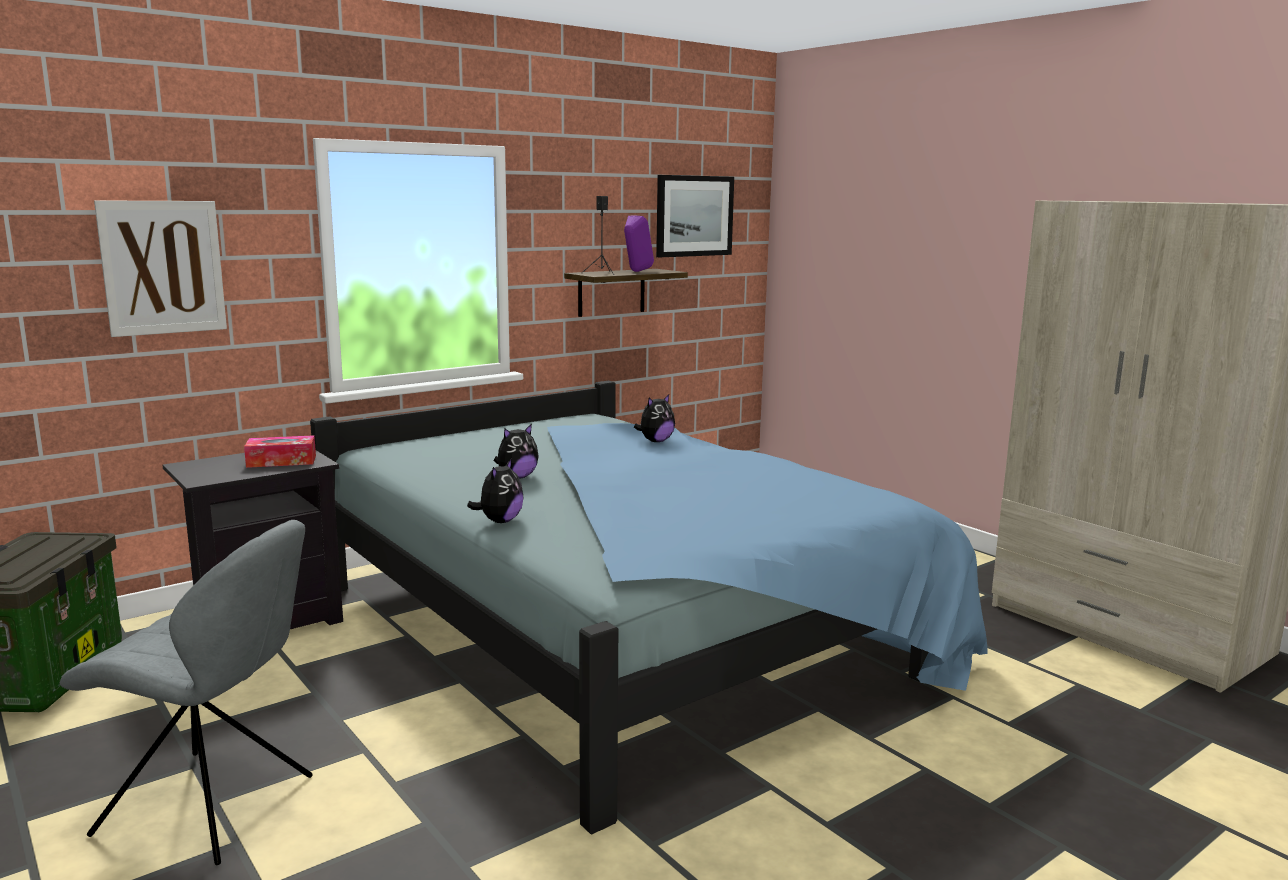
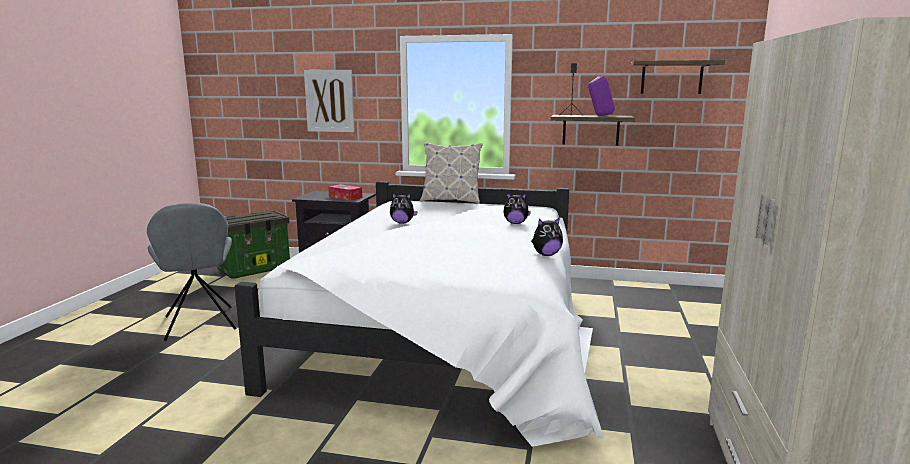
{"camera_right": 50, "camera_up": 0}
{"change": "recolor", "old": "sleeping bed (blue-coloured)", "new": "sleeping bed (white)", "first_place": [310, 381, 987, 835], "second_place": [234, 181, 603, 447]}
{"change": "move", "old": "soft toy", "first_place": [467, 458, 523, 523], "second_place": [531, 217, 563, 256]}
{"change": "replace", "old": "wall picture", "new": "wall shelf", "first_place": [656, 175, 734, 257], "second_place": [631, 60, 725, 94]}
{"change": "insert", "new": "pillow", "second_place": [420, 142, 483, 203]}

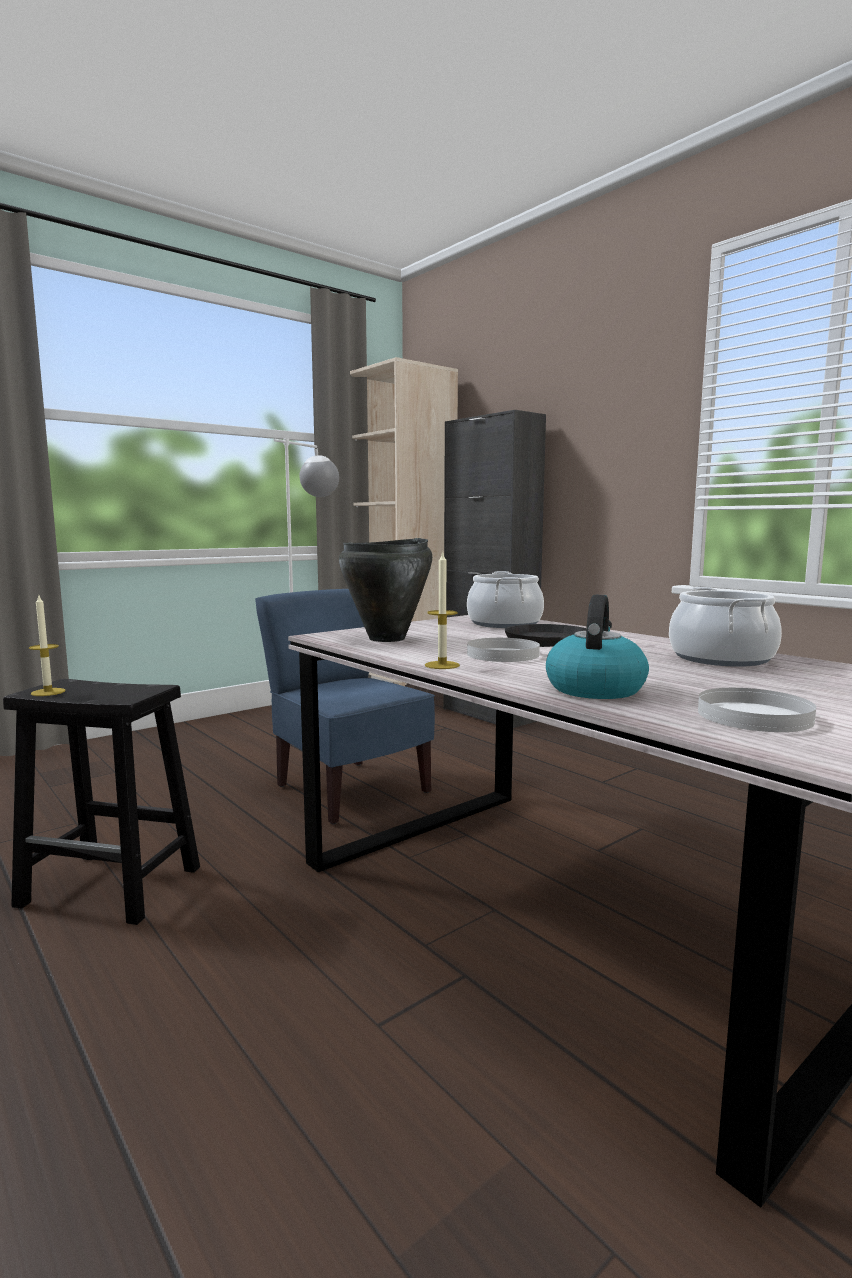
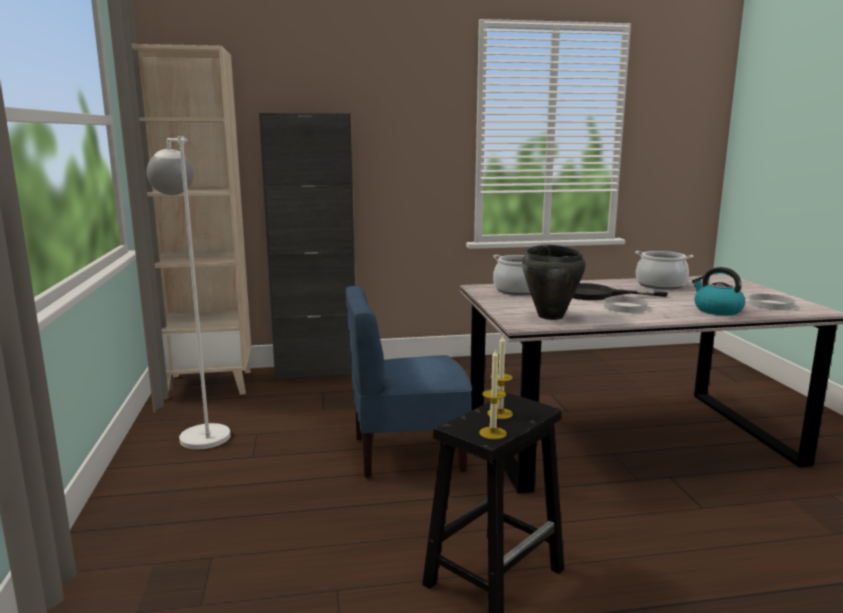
{"camera_right": -60, "camera_up": 5}
{"change": "move", "old": "candle", "first_place": [425, 552, 460, 669], "second_place": [487, 335, 513, 419]}

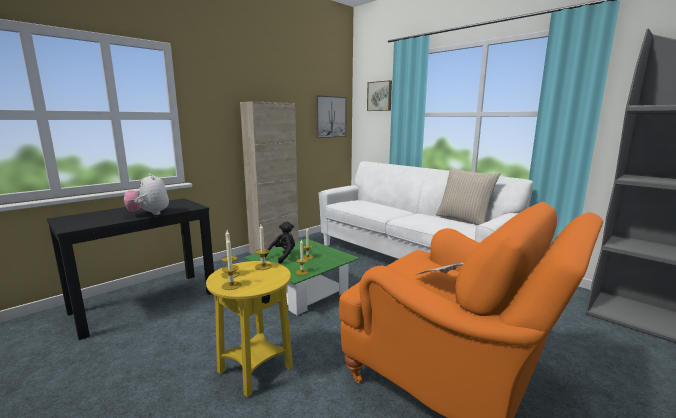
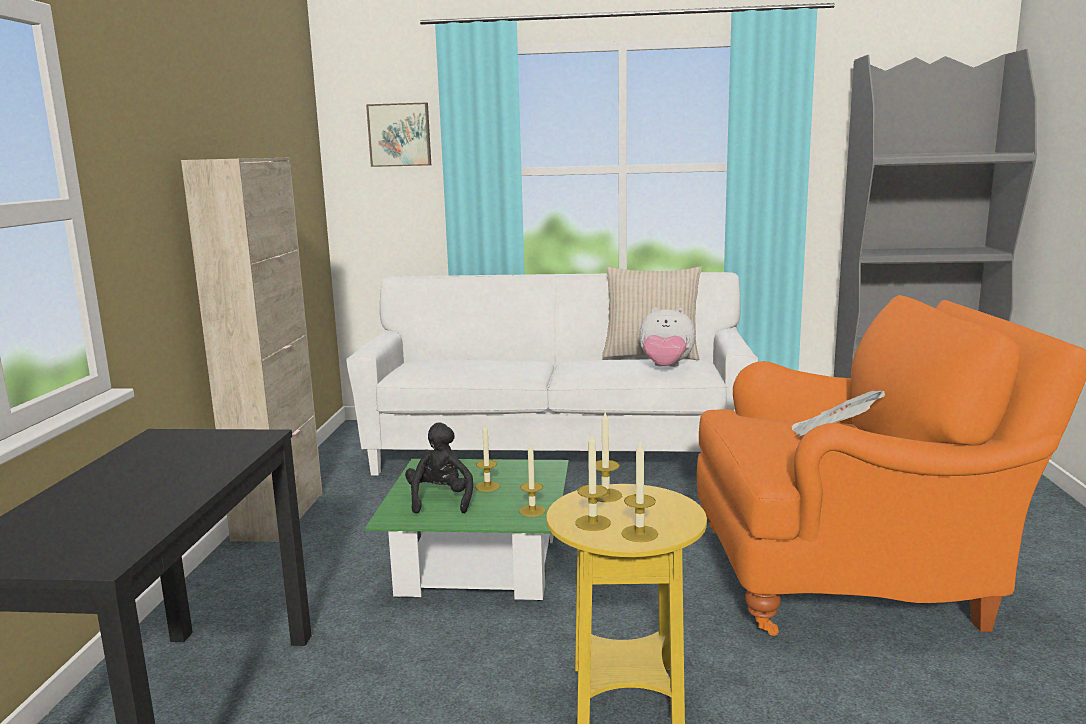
{"camera_right": -40, "camera_up": 0}
{"change": "move", "old": "soft toy", "first_place": [124, 173, 169, 215], "second_place": [639, 307, 696, 367]}
{"change": "delete", "old": "wall picture", "first_place": [315, 95, 347, 138]}

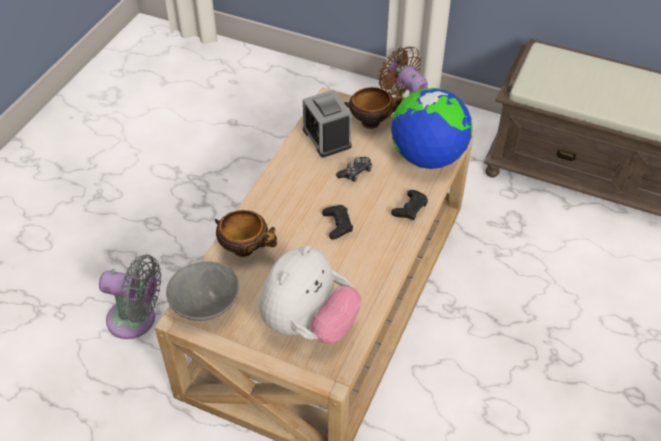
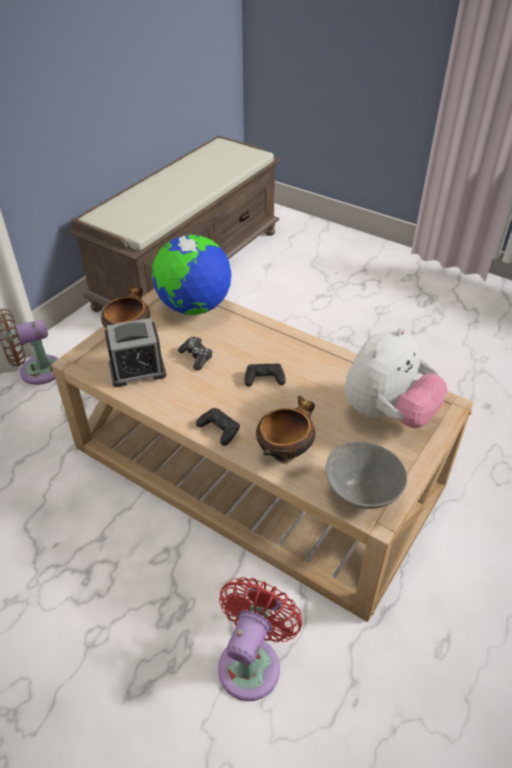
{"camera_right": -80, "camera_up": -5}
{"change": "recolor", "old": "cooling fan (grey)", "new": "cooling fan (reddish)", "first_place": [99, 255, 161, 339], "second_place": [218, 577, 302, 701]}
{"change": "rotate", "old": "soft toy", "first_place": [259, 245, 361, 344], "second_place": [344, 327, 448, 428], "degrees": 90}
{"change": "move", "old": "game controller (blackish)", "first_place": [391, 190, 428, 221], "second_place": [196, 408, 240, 446]}

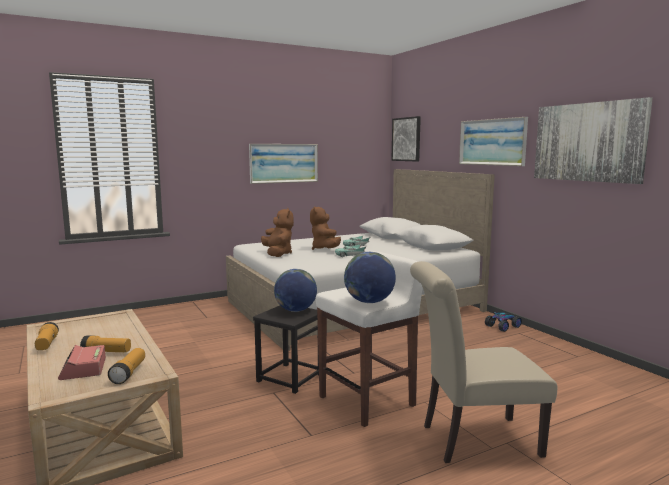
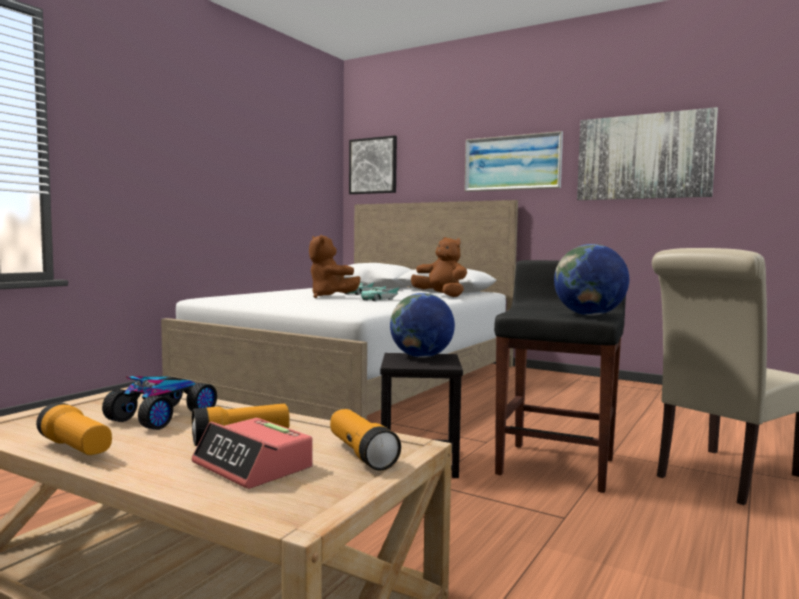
{"camera_right": -30, "camera_up": -5}
{"change": "delete", "old": "wall picture", "first_place": [249, 144, 318, 184]}
{"change": "move", "old": "soft toy (brownish)", "first_place": [261, 208, 294, 257], "second_place": [411, 237, 467, 297]}
{"change": "recolor", "old": "stool (white)", "new": "stool (blackish)", "first_place": [316, 251, 423, 427], "second_place": [494, 260, 627, 493]}
{"change": "move", "old": "model car", "first_place": [485, 312, 522, 332], "second_place": [102, 376, 217, 430]}

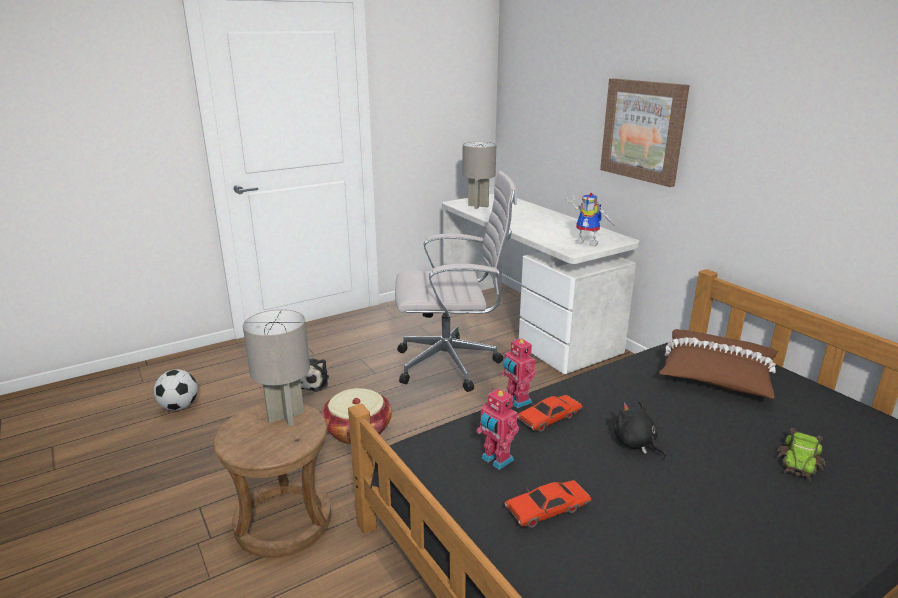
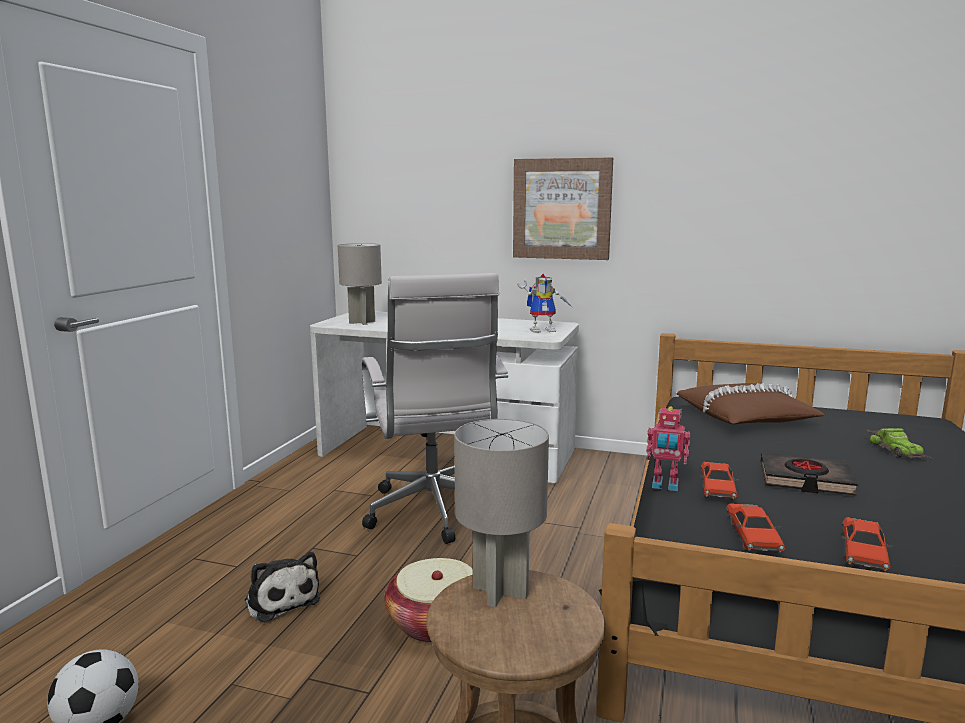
{"camera_right": -40, "camera_up": -10}
{"change": "rotate", "old": "computer chair (white)", "first_place": [395, 171, 517, 392], "second_place": [362, 273, 508, 544], "degrees": 120}
{"change": "replace", "old": "toy robot", "new": "model car (reddish)", "first_place": [477, 388, 519, 470], "second_place": [726, 504, 785, 553]}
{"change": "replace", "old": "soft toy (blackish)", "new": "volume (blackish)", "first_place": [614, 401, 667, 459], "second_place": [760, 452, 858, 496]}

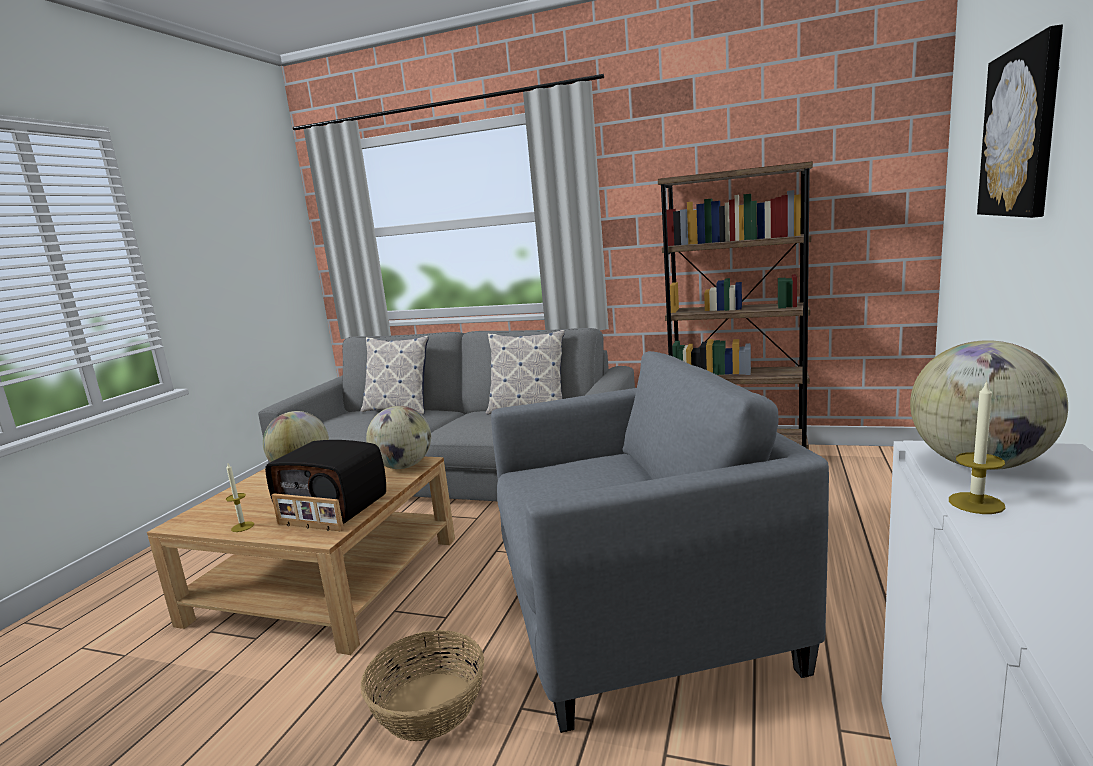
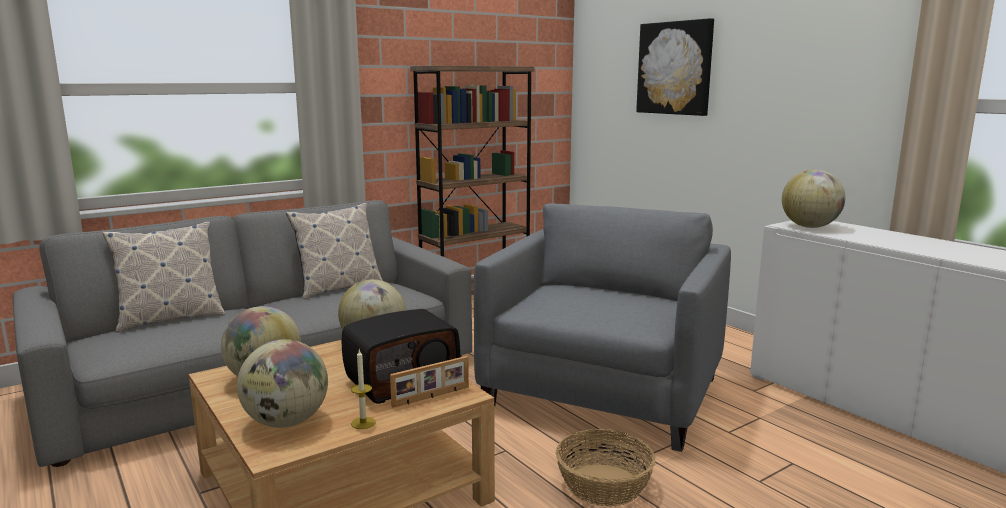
{"camera_right": -55, "camera_up": 0}
{"change": "delete", "old": "candle", "first_place": [949, 380, 1005, 514]}
{"change": "insert", "new": "globe", "second_place": [237, 339, 328, 428]}

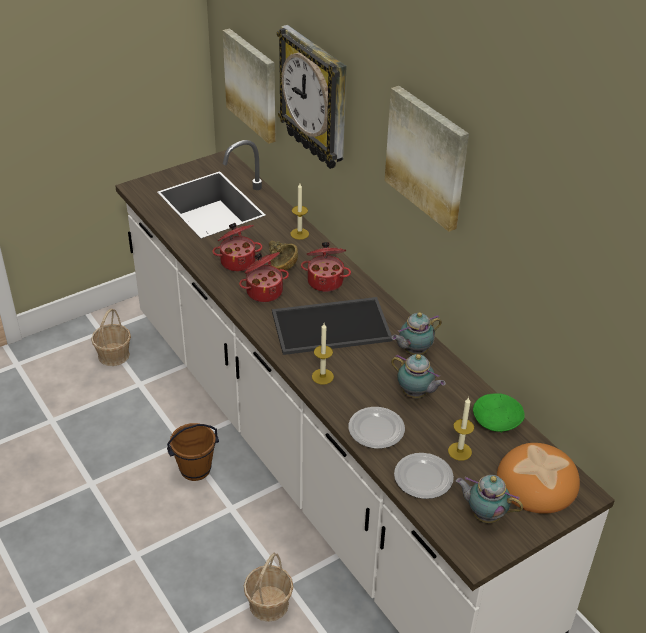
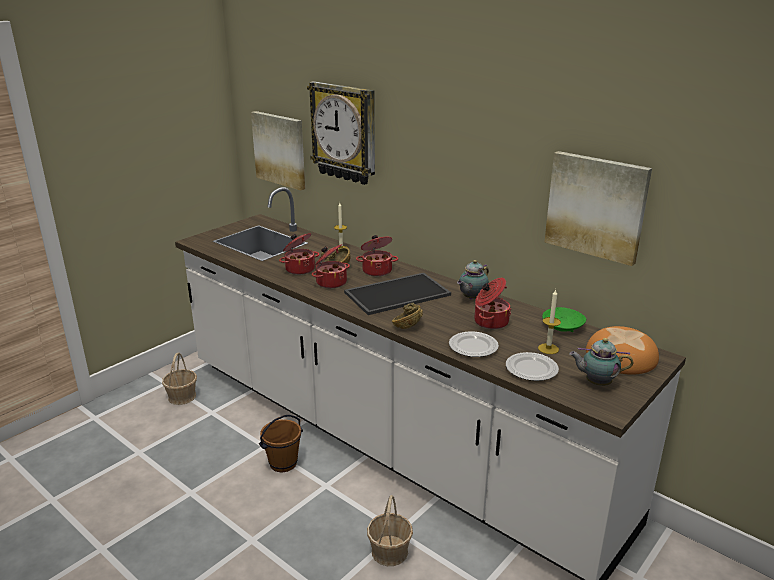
{"camera_right": -15, "camera_up": -15}
{"change": "replace", "old": "candle", "new": "serving bowl (brownish)", "first_place": [312, 323, 334, 385], "second_place": [392, 303, 423, 329]}
{"change": "move", "old": "wall picture", "first_place": [385, 86, 469, 232], "second_place": [544, 151, 652, 266]}
{"change": "replace", "old": "tea pot", "new": "stockpot", "first_place": [391, 354, 446, 398], "second_place": [474, 278, 512, 329]}

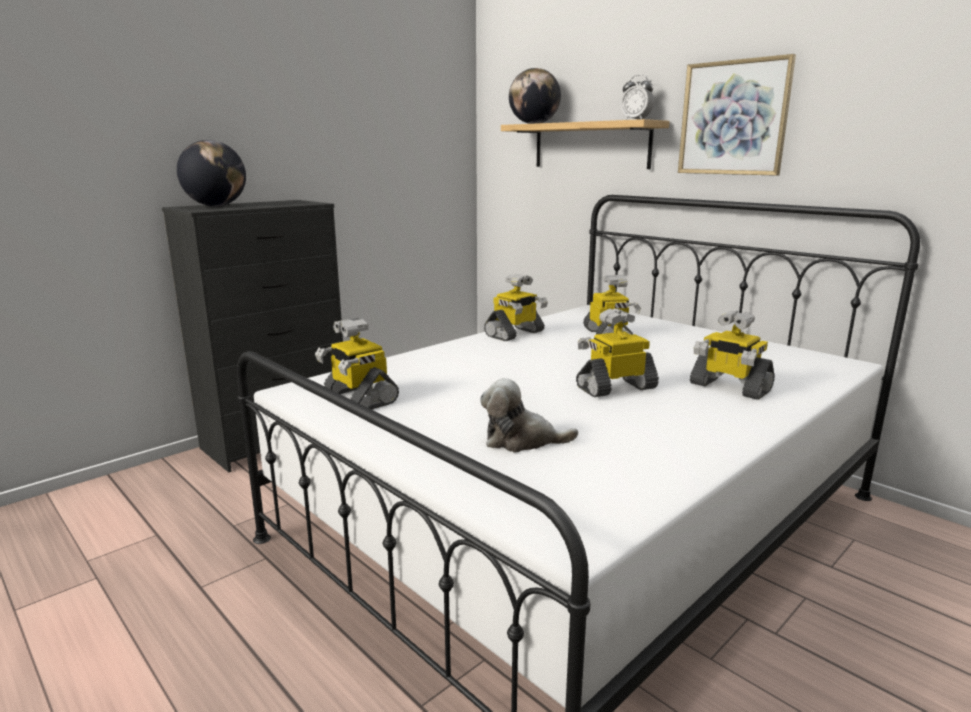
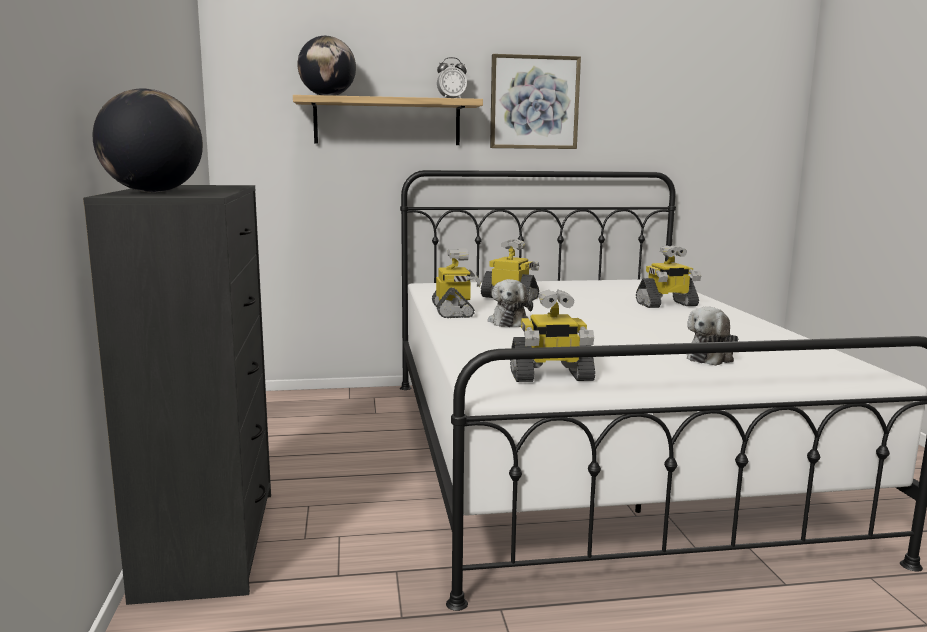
{"camera_right": -55, "camera_up": -5}
{"change": "delete", "old": "toy robot", "first_place": [576, 308, 659, 397]}
{"change": "insert", "new": "soft toy", "second_place": [488, 279, 533, 327]}

